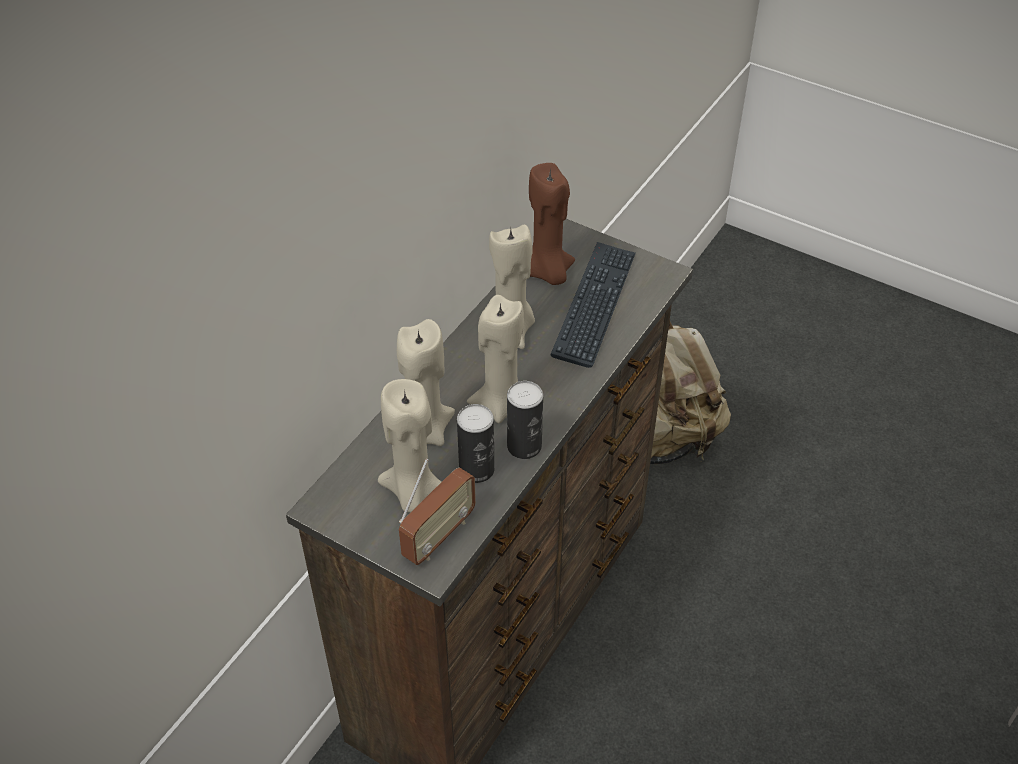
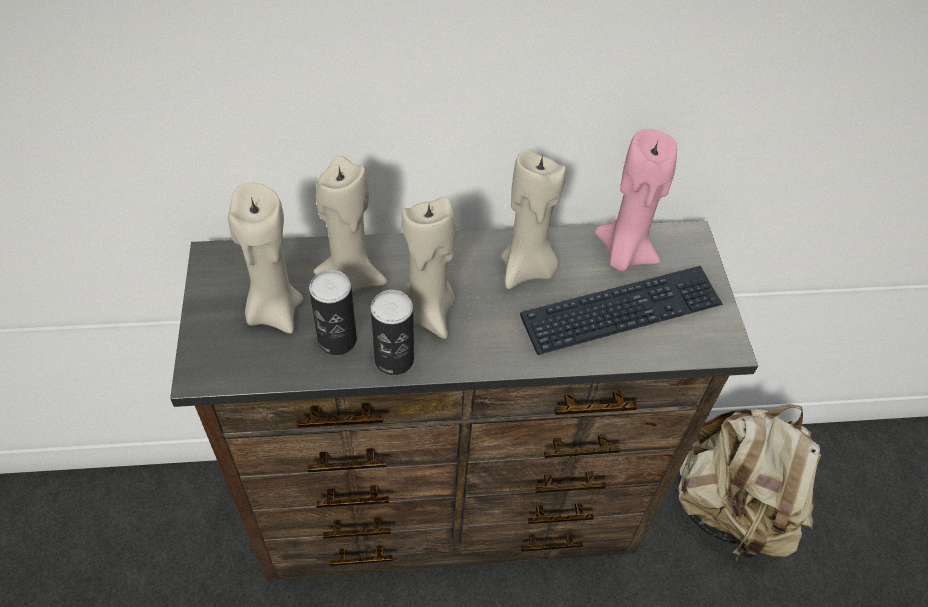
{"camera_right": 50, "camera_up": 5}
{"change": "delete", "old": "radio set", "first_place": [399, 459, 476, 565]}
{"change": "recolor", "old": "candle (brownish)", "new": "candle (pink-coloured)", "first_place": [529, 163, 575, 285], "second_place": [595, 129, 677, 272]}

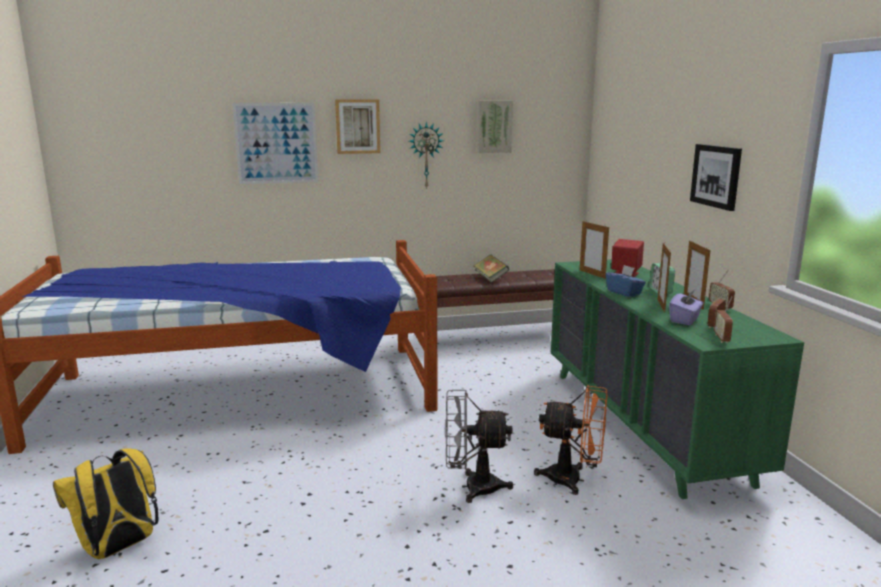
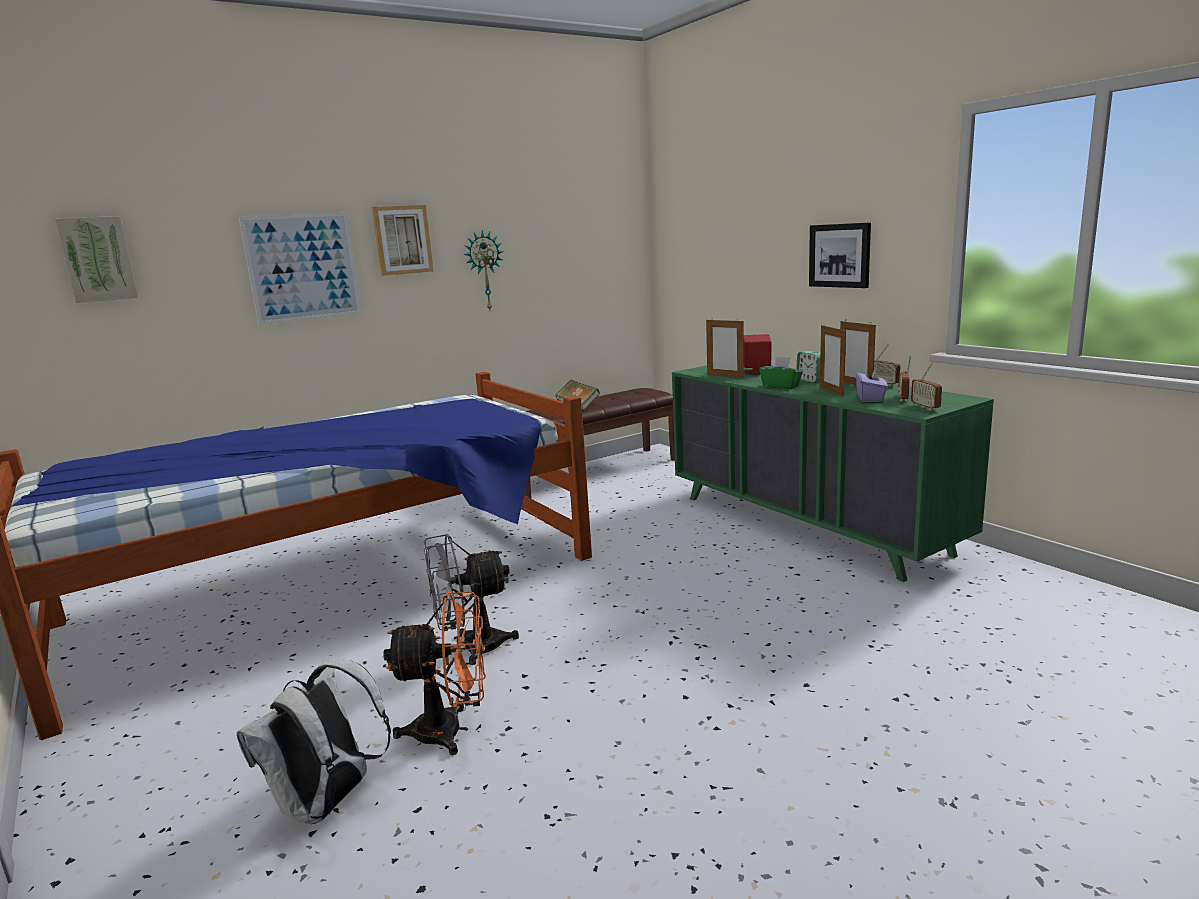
{"camera_right": -20, "camera_up": 0}
{"change": "recolor", "old": "rucksack (yellowish)", "new": "rucksack (white)", "first_place": [53, 448, 158, 559], "second_place": [236, 660, 391, 824]}
{"change": "move", "old": "cooling fan (grey)", "first_place": [445, 390, 513, 503], "second_place": [424, 534, 519, 665]}
{"change": "move", "old": "wall picture", "first_place": [477, 101, 513, 153], "second_place": [55, 216, 138, 303]}
{"change": "move", "old": "cooling fan (orangey)", "first_place": [534, 385, 607, 495], "second_place": [383, 591, 486, 755]}
{"change": "recolor", "old": "tissue holder (blue-coloured)", "new": "tissue holder (green)", "first_place": [606, 265, 646, 297], "second_place": [759, 357, 803, 389]}

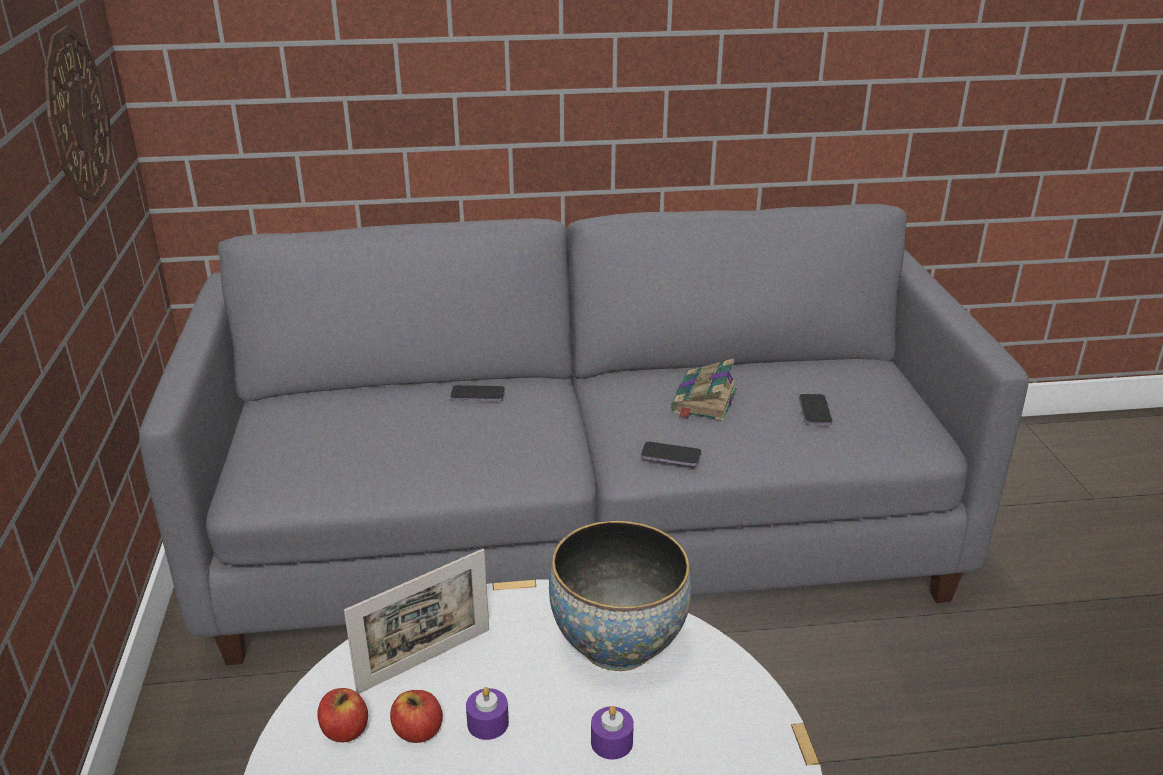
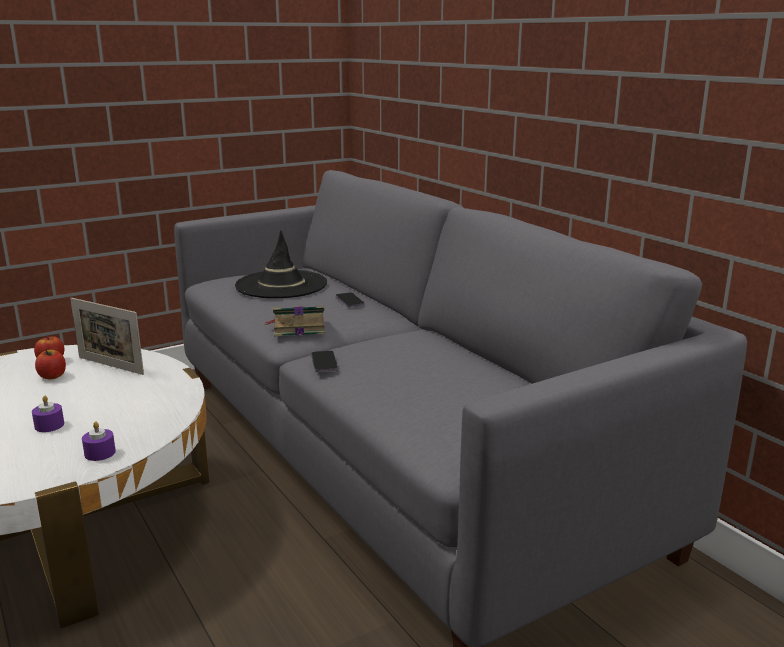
{"camera_right": 65, "camera_up": -10}
{"change": "delete", "old": "clock on the wall", "first_place": [45, 26, 112, 203]}
{"change": "move", "old": "candle (purple-coloured)", "first_place": [466, 687, 509, 740], "second_place": [82, 422, 116, 461]}
{"change": "delete", "old": "serving bowl", "first_place": [549, 521, 692, 671]}
{"change": "move", "old": "volume", "first_place": [671, 358, 737, 421], "second_place": [265, 306, 325, 336]}
{"change": "delete", "old": "phone", "first_place": [799, 394, 832, 425]}
{"change": "insert", "new": "wearable hat (blackish)", "second_place": [235, 230, 327, 298]}

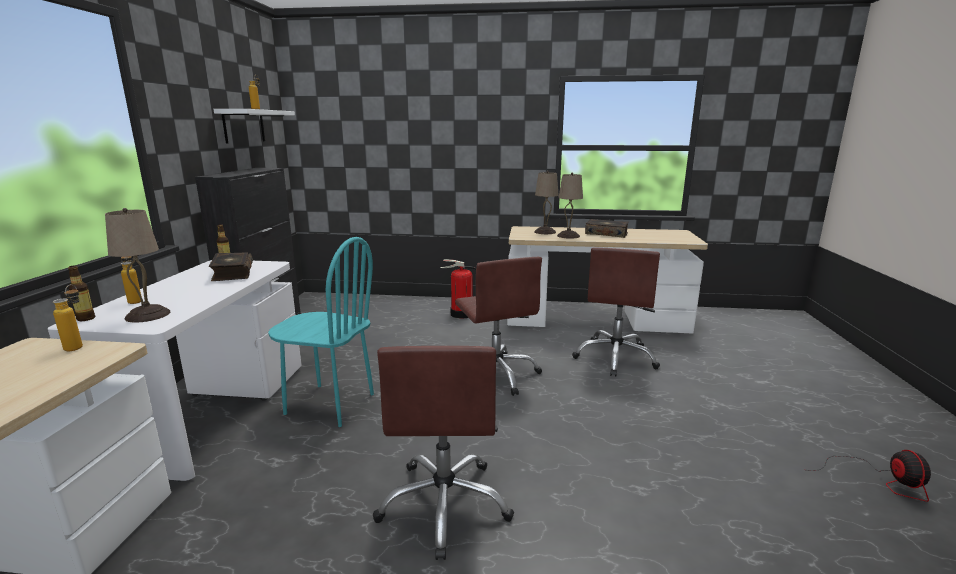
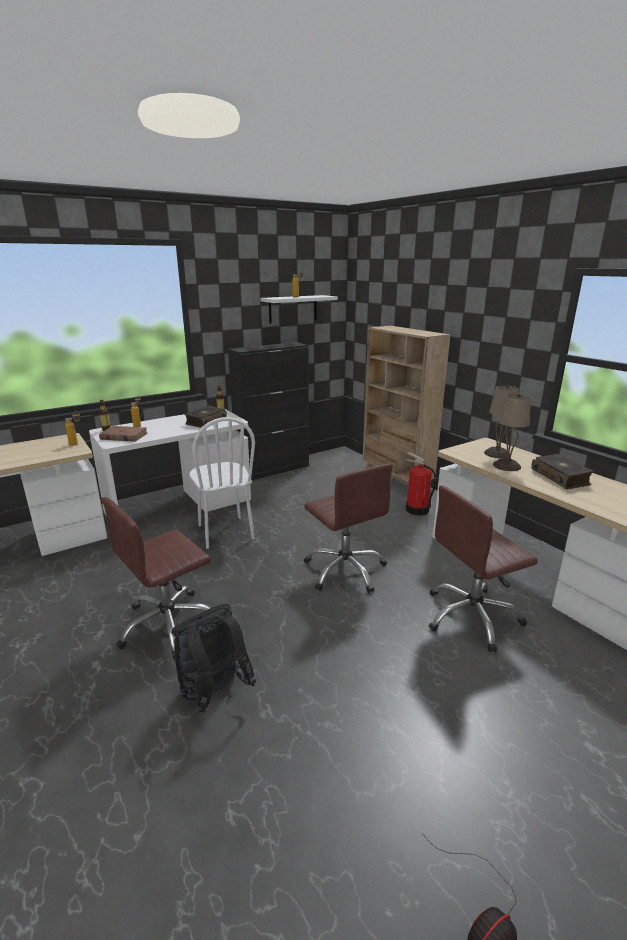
{"camera_right": 50, "camera_up": 5}
{"change": "replace", "old": "tabletop lamp (beige-coloured)", "new": "volume (brownish)", "first_place": [105, 208, 170, 323], "second_place": [99, 426, 148, 442]}
{"change": "recolor", "old": "upright chair (blue-green)", "new": "upright chair (white)", "first_place": [268, 237, 374, 427], "second_place": [189, 417, 255, 549]}
{"change": "rotate", "old": "computer chair (brownish)", "first_place": [455, 257, 542, 396], "second_place": [304, 463, 393, 593], "degrees": -60}
{"change": "insert", "new": "rucksack (blackish)", "second_place": [171, 604, 256, 713]}
{"change": "insert", "new": "bookshelf (beige-coloured)", "second_place": [363, 326, 451, 492]}

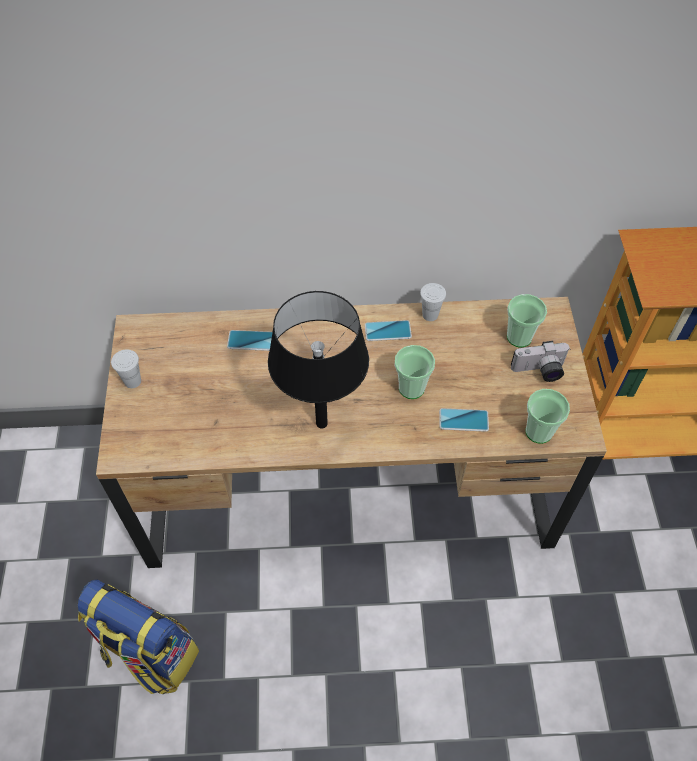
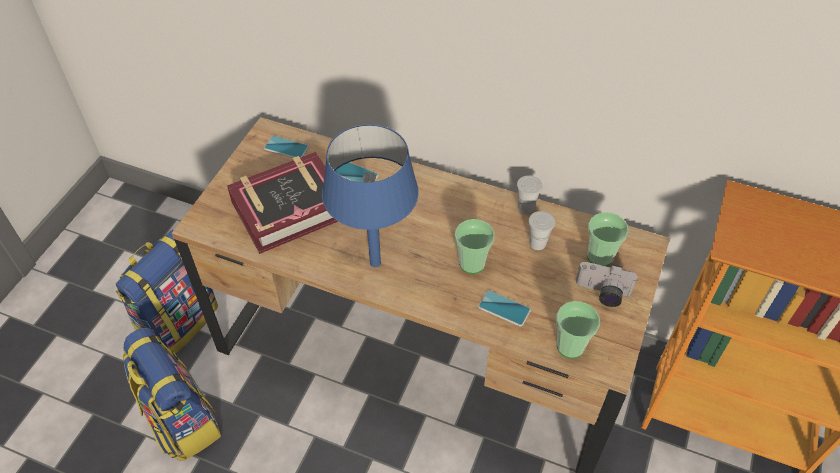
{"camera_right": 25, "camera_up": -5}
{"change": "move", "old": "small cup (white)", "first_place": [111, 349, 141, 388], "second_place": [529, 211, 555, 250]}
{"change": "recolor", "old": "tabletop lamp (blackish)", "new": "tabletop lamp (blue-coloured)", "first_place": [268, 291, 369, 429], "second_place": [322, 124, 419, 267]}
{"change": "move", "old": "phone", "first_place": [365, 320, 412, 341], "second_place": [264, 135, 309, 158]}
{"change": "insert", "new": "rucksack", "second_place": [116, 229, 218, 356]}
{"change": "insert", "new": "volume", "second_place": [227, 152, 338, 254]}

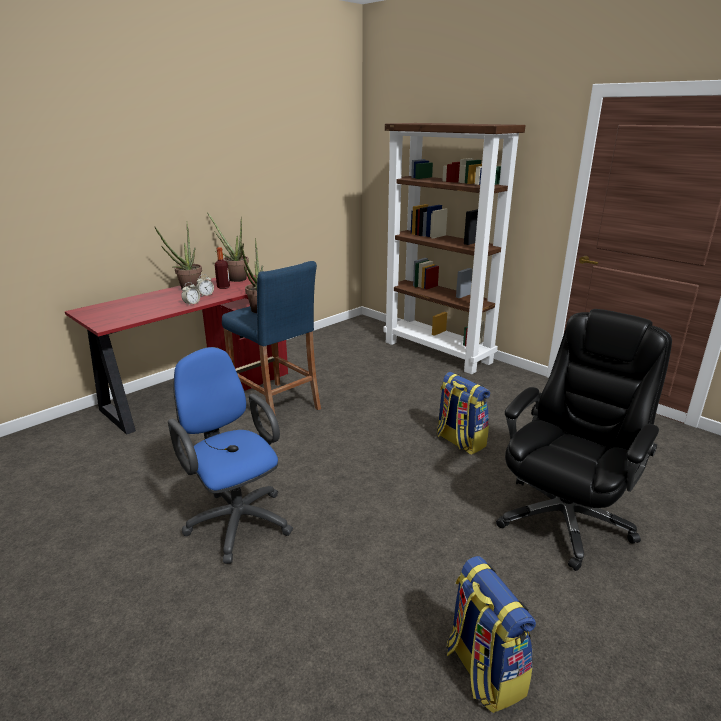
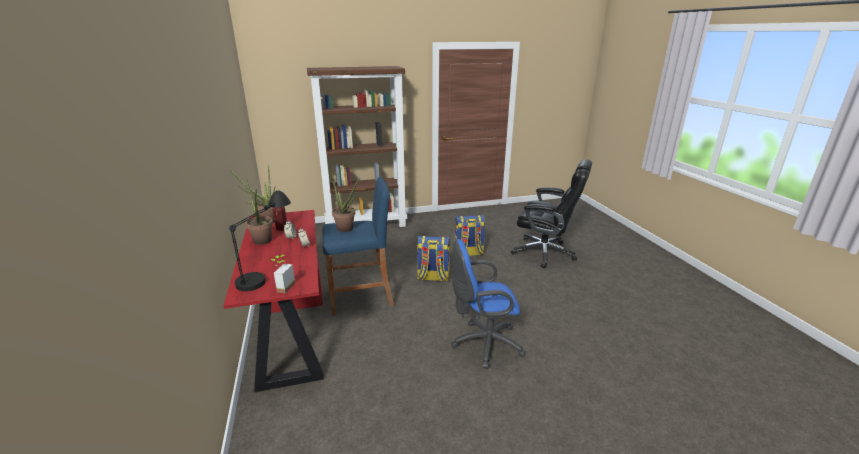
{"camera_right": -60, "camera_up": 0}
{"change": "move", "old": "rucksack", "first_place": [446, 556, 536, 713], "second_place": [417, 236, 450, 282]}
{"change": "rotate", "old": "computer chair (blackish)", "first_place": [496, 309, 672, 571], "second_place": [511, 159, 592, 268], "degrees": 135}
{"change": "insert", "new": "tabletop lamp (blackish)", "second_place": [229, 190, 291, 291]}
{"change": "insert", "new": "houseplant", "second_place": [271, 255, 295, 294]}

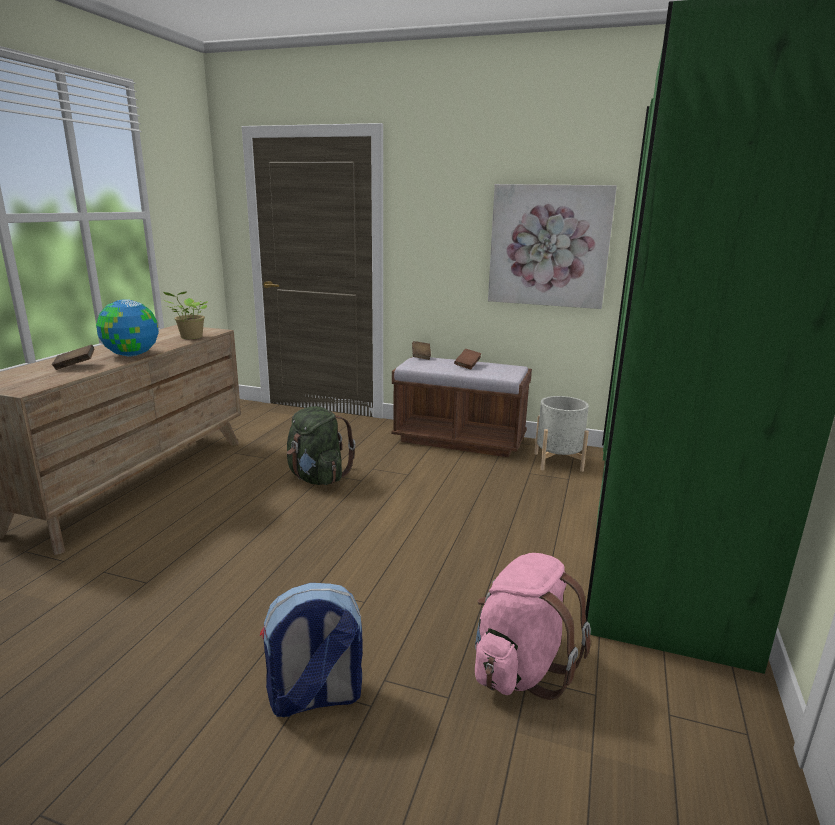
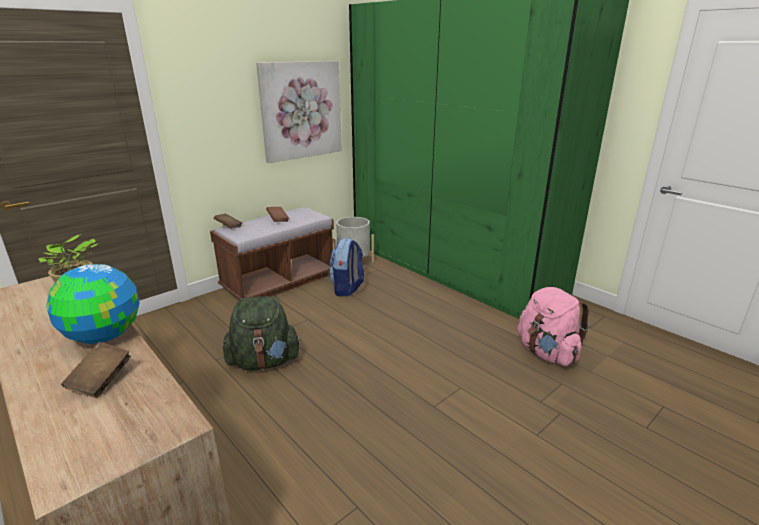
{"camera_right": -60, "camera_up": 5}
{"change": "move", "old": "rucksack", "first_place": [260, 583, 363, 717], "second_place": [329, 238, 364, 296]}

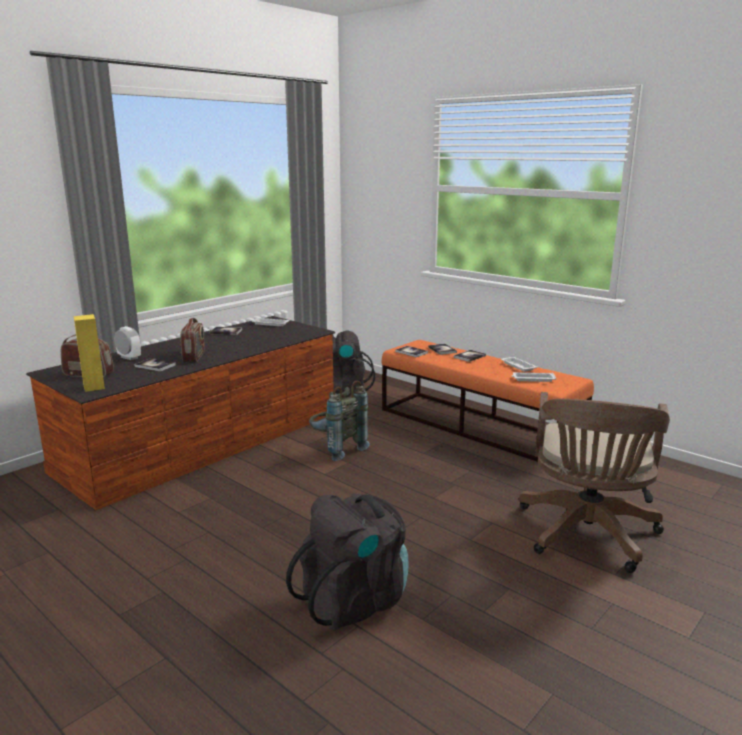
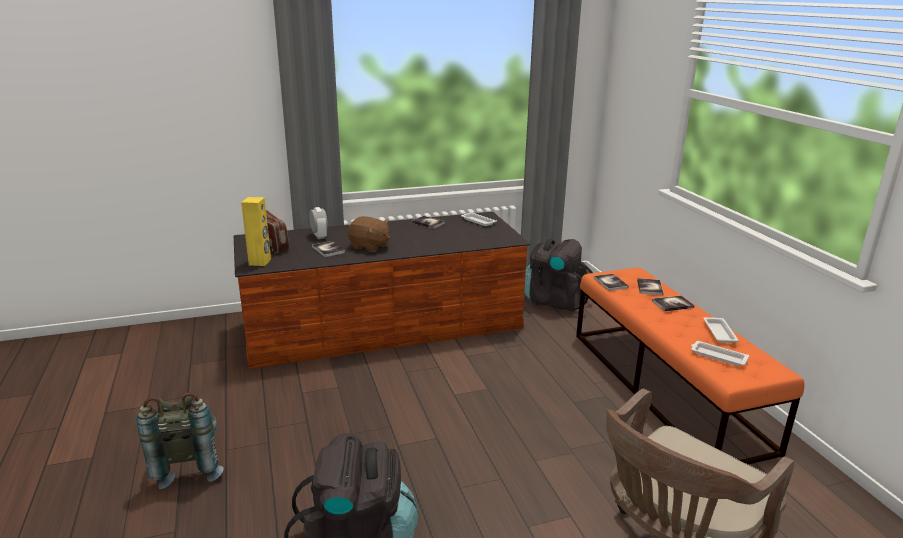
{"camera_right": 30, "camera_up": 5}
{"change": "replace", "old": "radio set", "new": "soft toy (brownish)", "first_place": [180, 318, 205, 362], "second_place": [348, 216, 390, 252]}
{"change": "move", "old": "rucksack (grey)", "first_place": [309, 381, 370, 461], "second_place": [136, 393, 224, 489]}

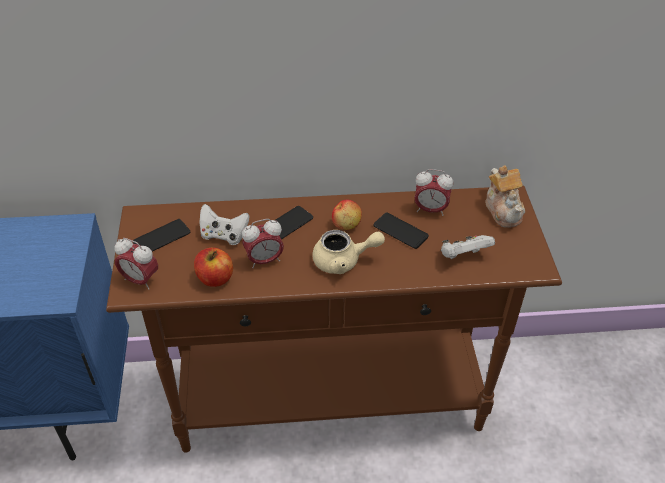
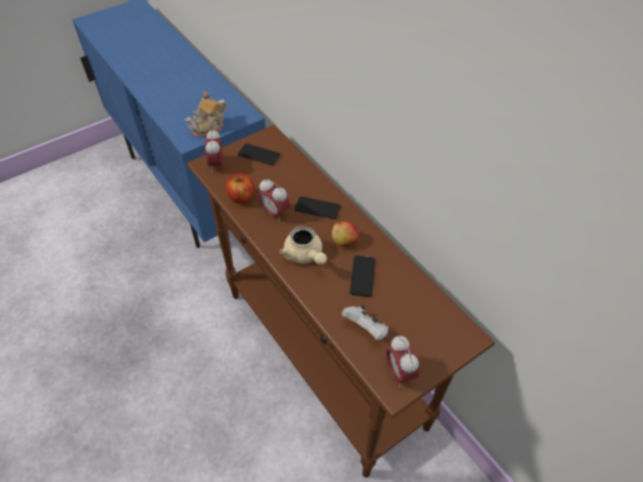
{"camera_right": 60, "camera_up": 5}
{"change": "delete", "old": "game controller (white)", "first_place": [199, 204, 250, 245]}
{"change": "move", "old": "alarm clock", "first_place": [414, 169, 453, 216], "second_place": [386, 336, 419, 387]}
{"change": "move", "old": "tea pot", "first_place": [485, 165, 525, 228], "second_place": [185, 92, 227, 137]}

